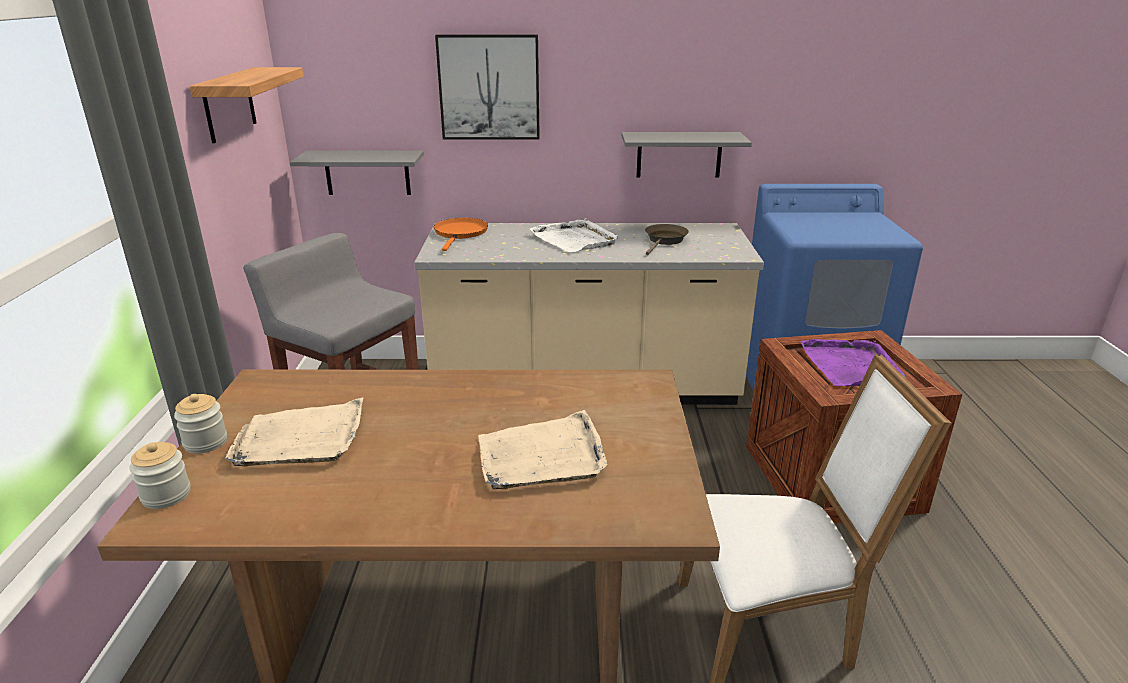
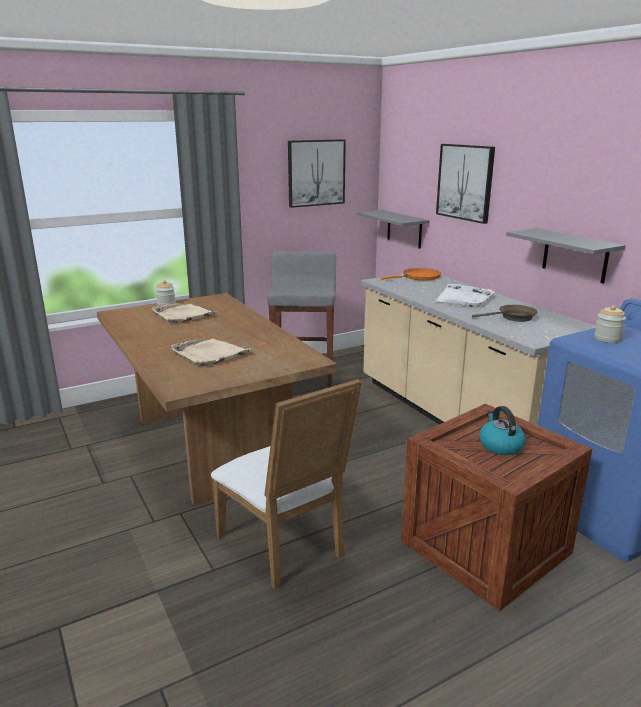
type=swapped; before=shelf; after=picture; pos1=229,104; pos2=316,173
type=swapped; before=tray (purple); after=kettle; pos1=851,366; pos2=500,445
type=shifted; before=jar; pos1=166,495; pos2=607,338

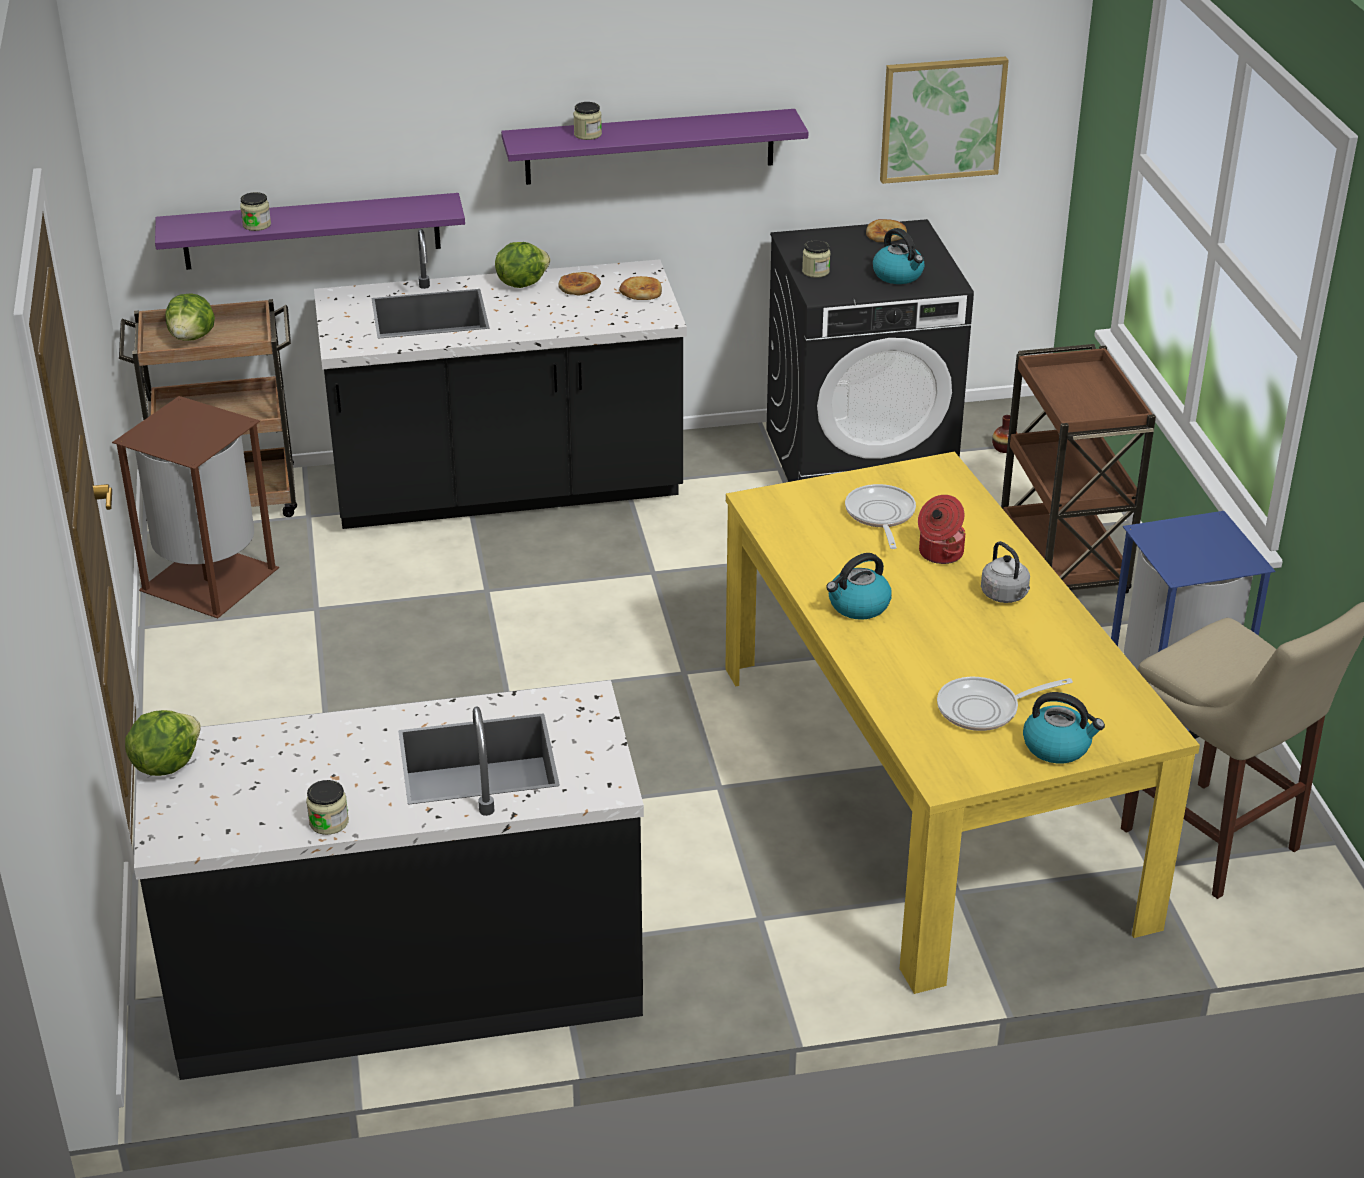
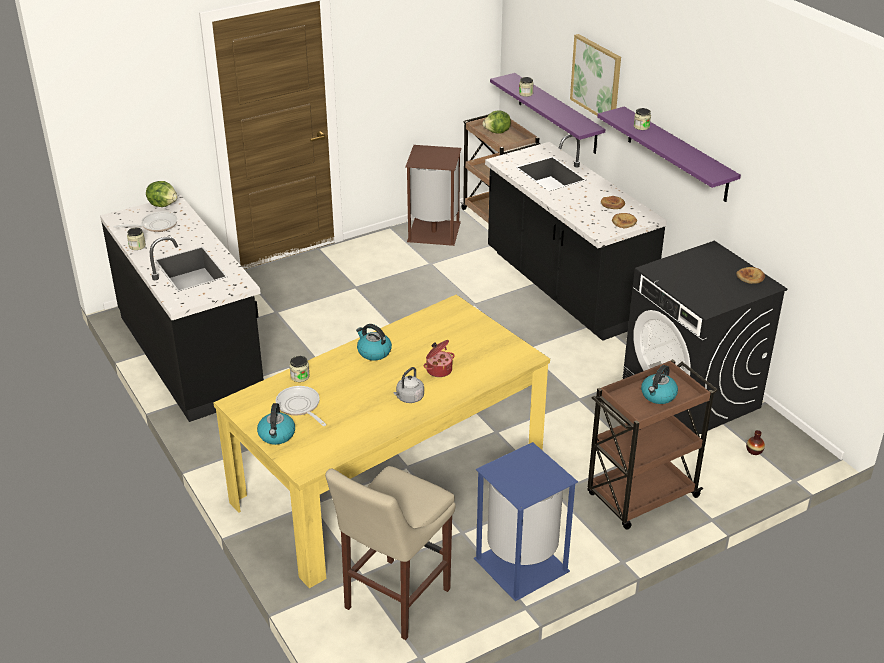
type=shifted; before=picture; pos1=942,118; pos2=596,78
type=shifted; before=kettle; pos1=898,275; pos2=658,396
type=shifted; before=jar; pos1=815,271; pos2=300,376
type=gone; before=lettuce; pos1=521,283
type=shifted; before=frying pan; pos1=880,516; pos2=156,225

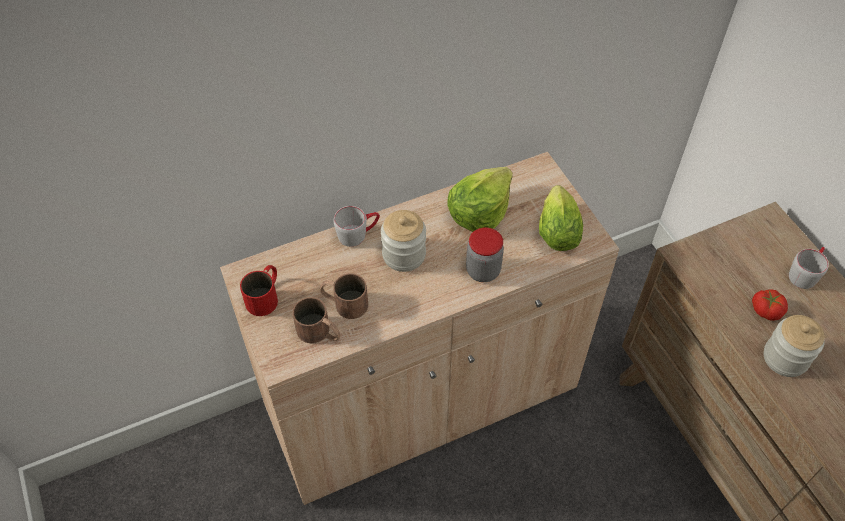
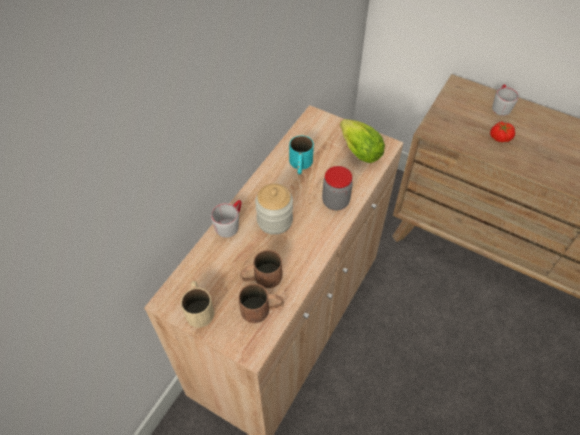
type=swapped; before=lettuce; after=mug (turquoise); pos1=479,212; pos2=300,165
type=repainted; before=mug (red); after=mug (beige); pos1=265,295; pos2=198,307
type=gone; before=jar; pos1=785,358

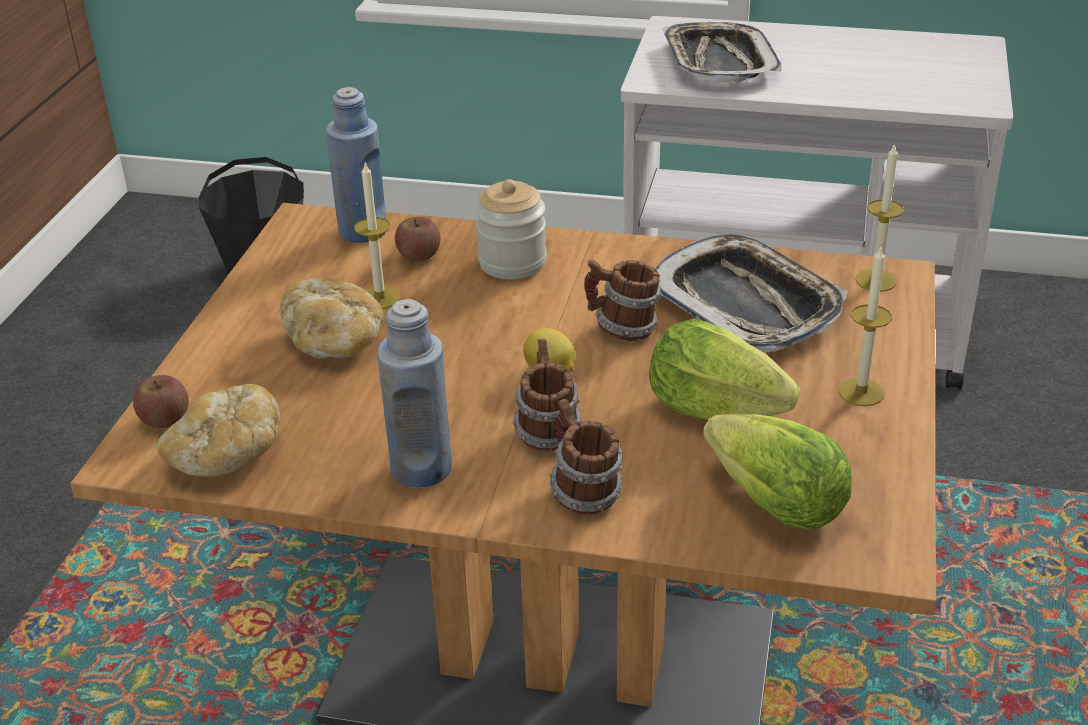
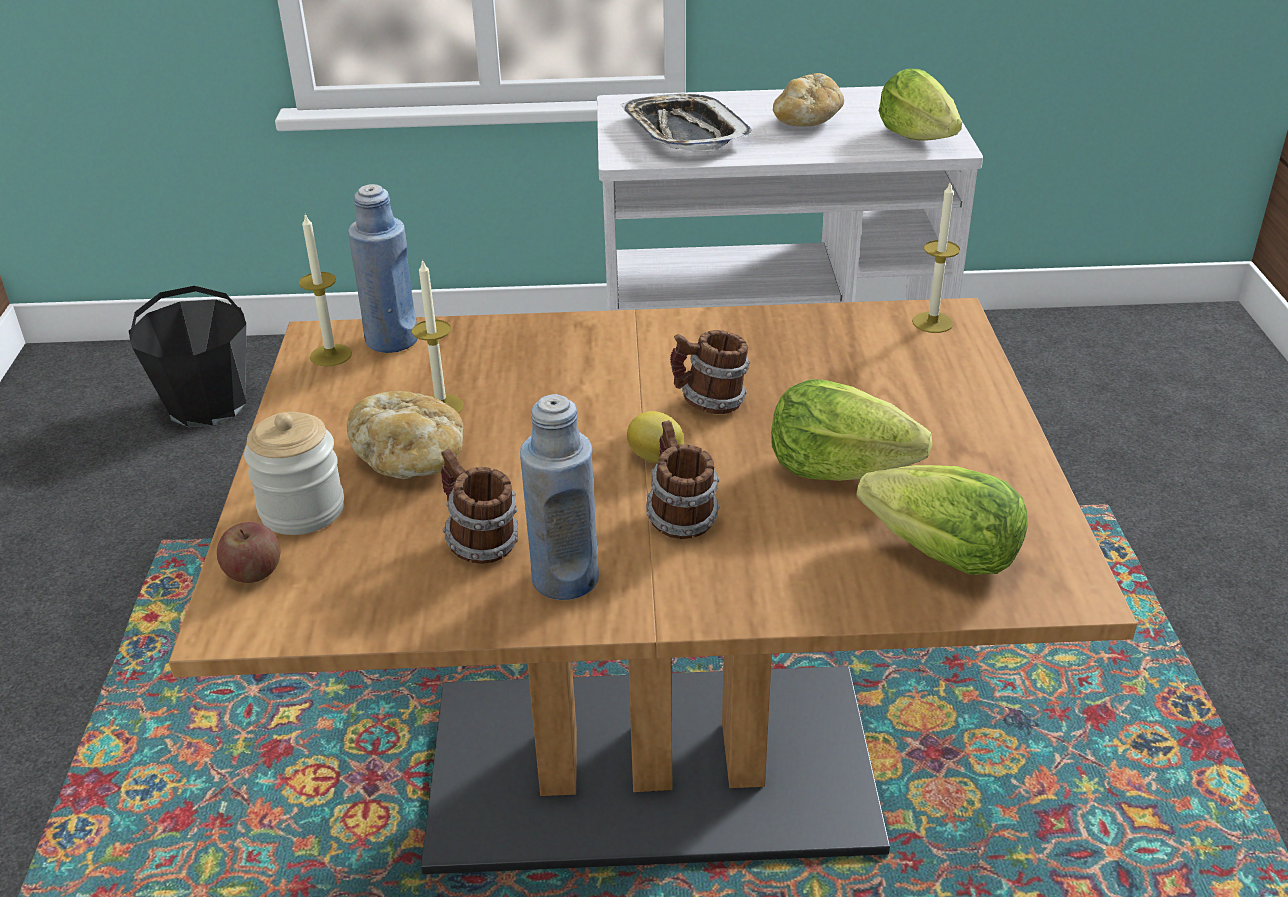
type=shifted; before=jar; pos1=512,263; pos2=302,510
type=gone; before=apple; pos1=419,255
type=gone; before=tray; pos1=746,304
type=shifted; before=candle; pos1=861,392; pos2=331,355
type=shifted; before=bread; pos1=226,457; pos2=807,121
type=shifted; before=mug; pos1=582,493; pos2=479,543
type=new; after=lettuce; pos2=917,137

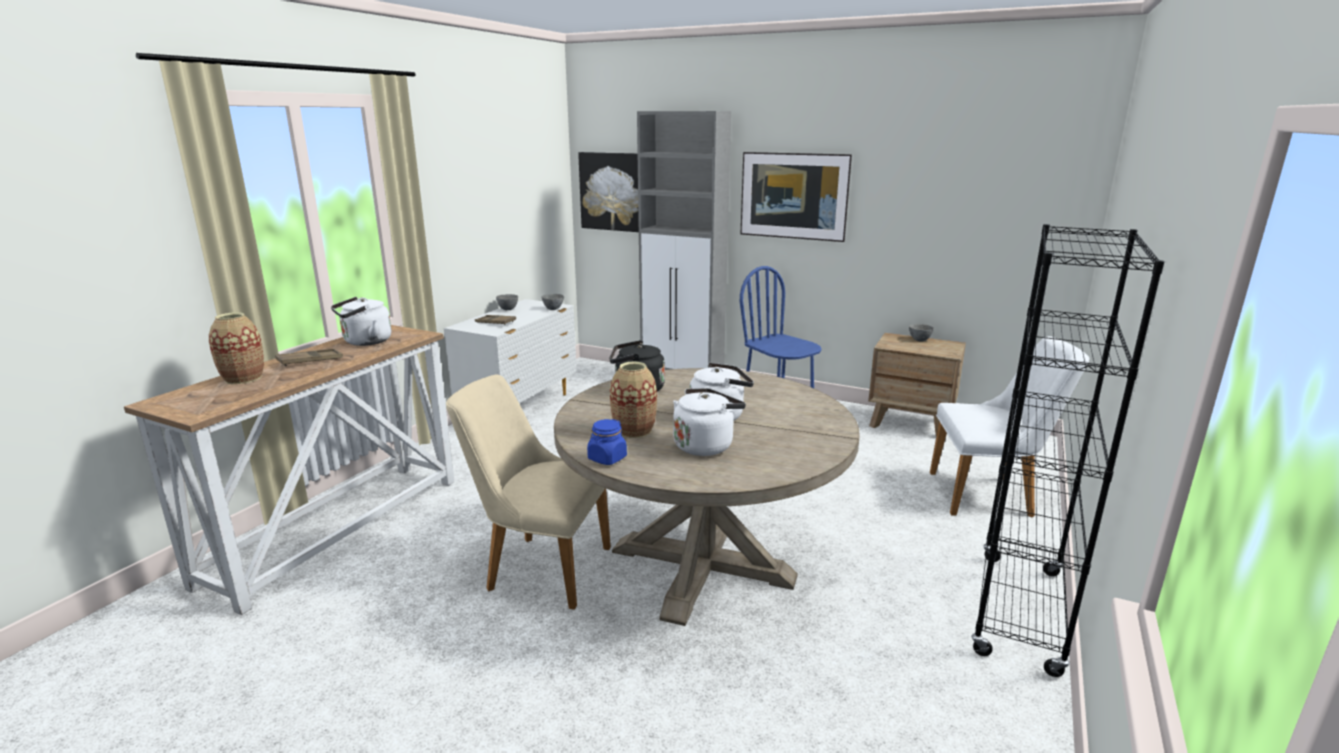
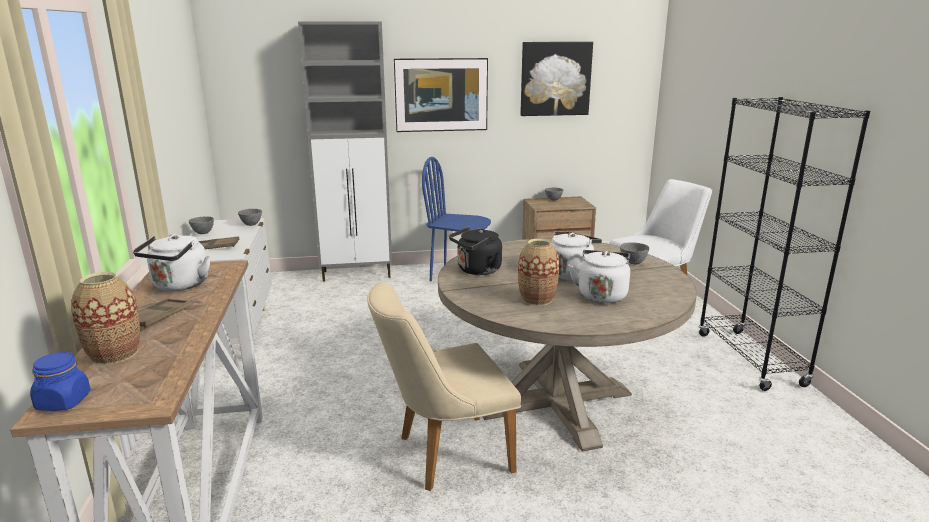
type=shifted; before=picture; pos1=614,191; pos2=555,79
type=shifted; before=jar (blue); pos1=607,458; pos2=63,402
type=new; after=bowl (grey); pos2=633,263

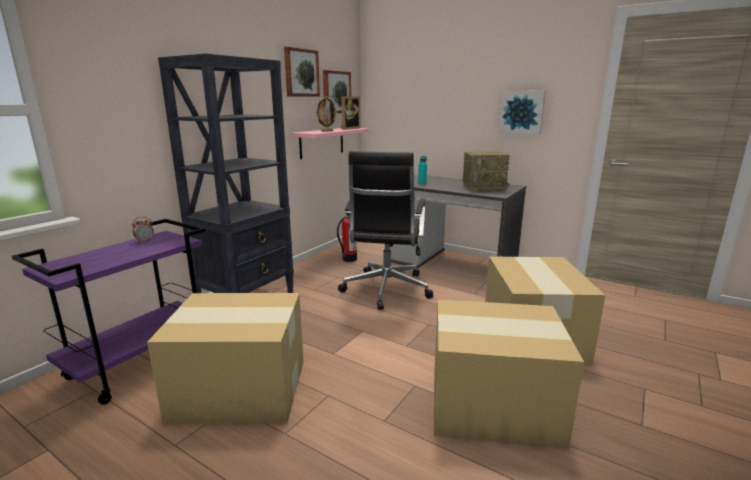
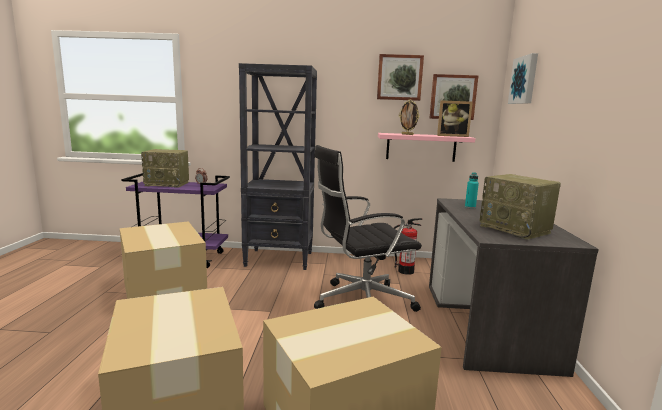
type=shifted; before=picture; pos1=522,112; pos2=524,80
type=new; after=radio; pos2=168,184

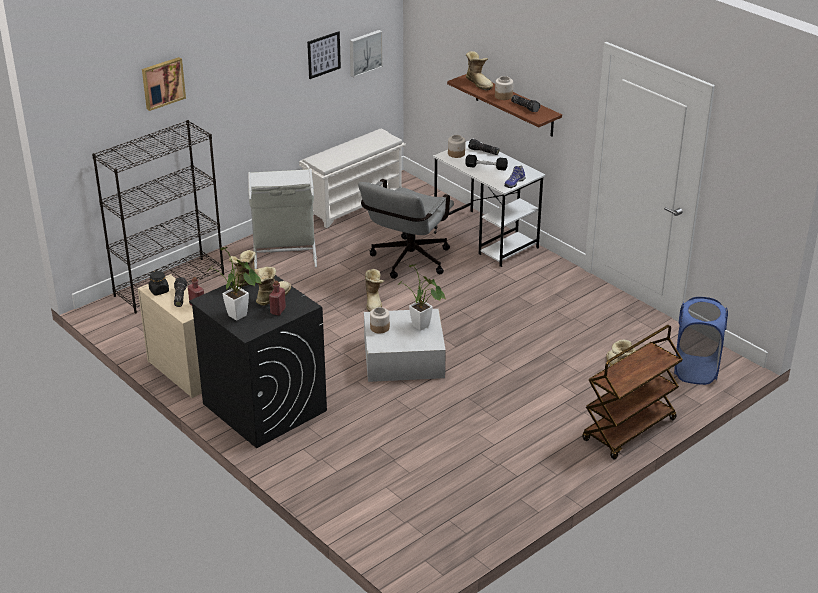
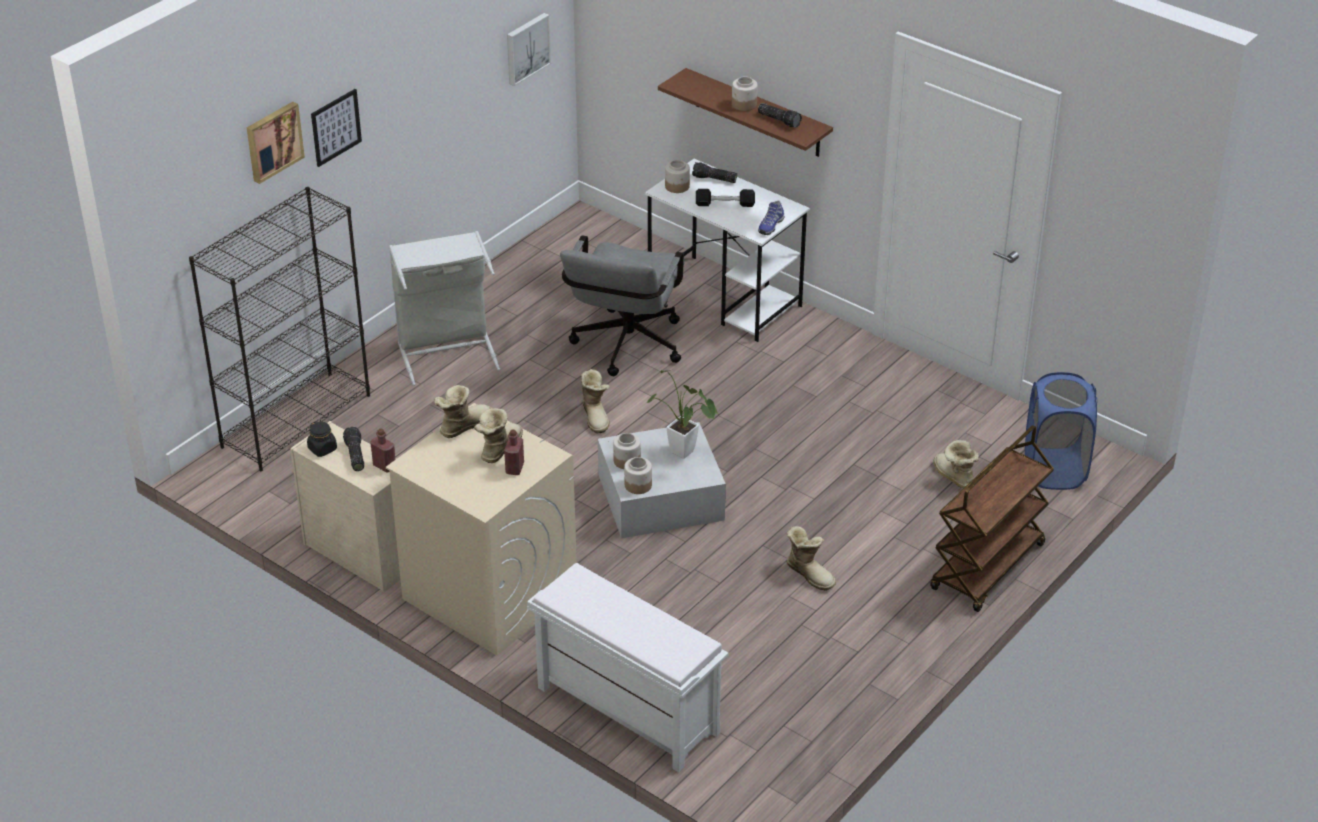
type=shifted; before=picture; pos1=323,55; pos2=335,127
type=shifted; before=boot; pos1=479,83; pos2=810,573
type=gone; before=shoe rack (white); pos1=354,204
type=gone; before=potted plant; pos1=240,317
type=repainted; before=washing machine (black); after=washing machine (beige); pos1=263,407; pos2=488,593
type=new; after=jar; pos2=638,485
type=new; after=bench (white); pos2=625,710

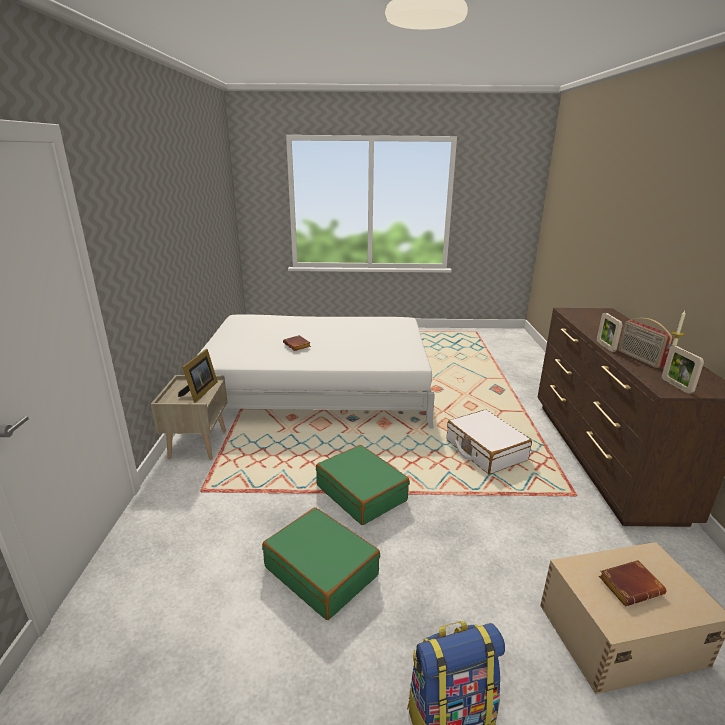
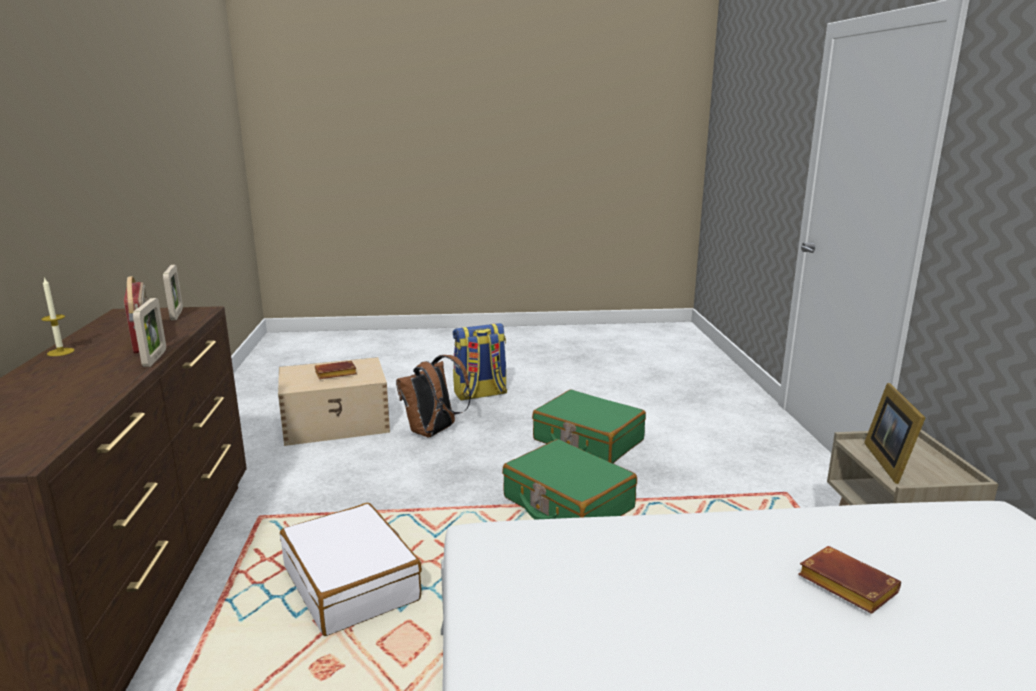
type=new; after=backpack (brown); pos2=433,432

